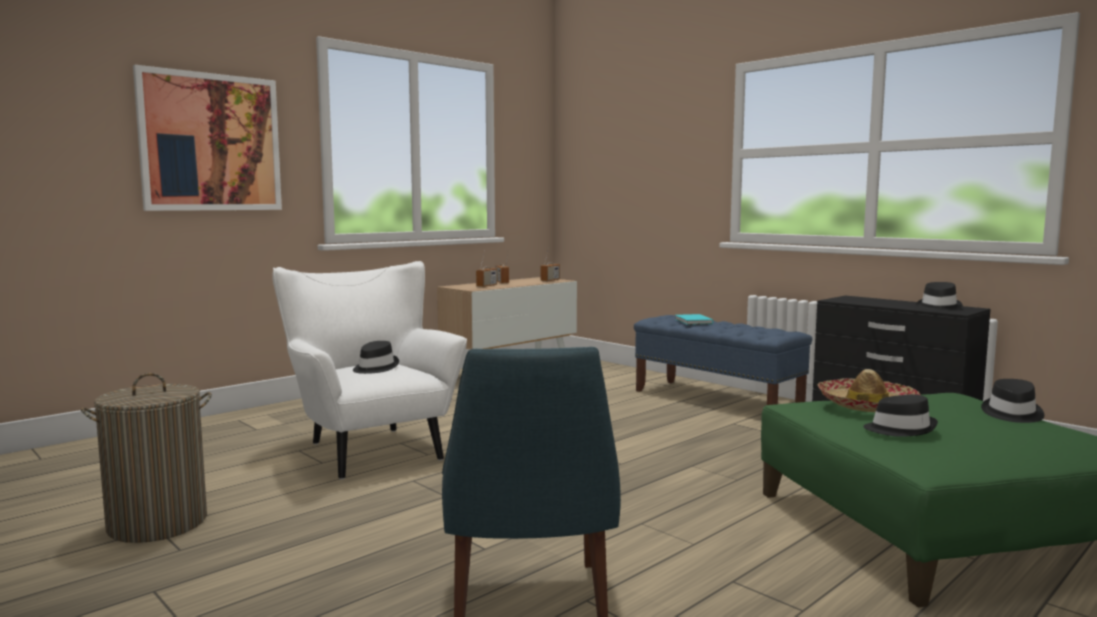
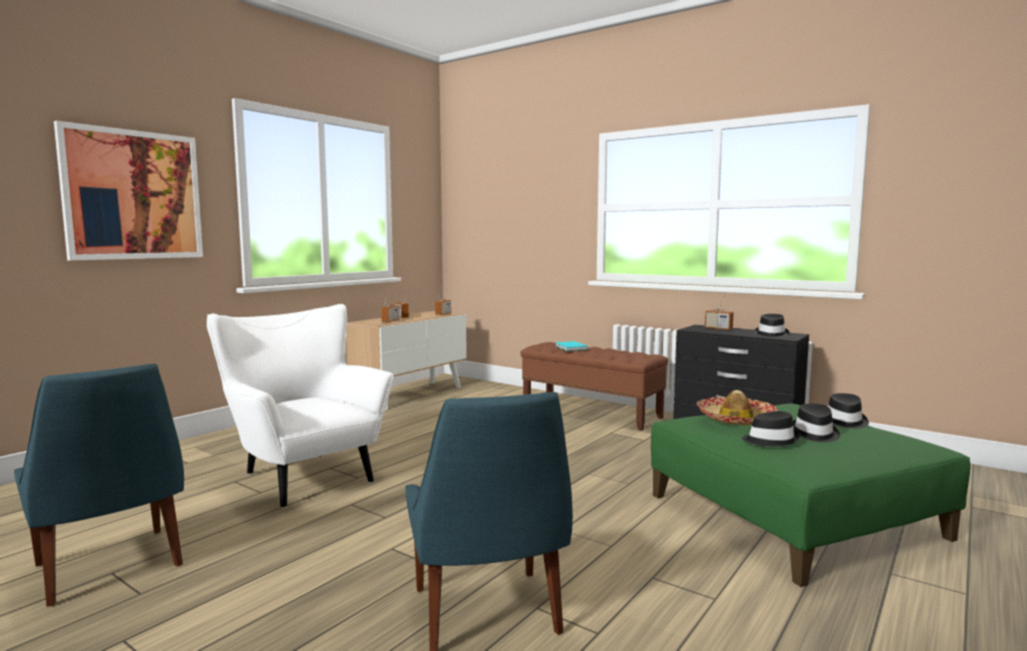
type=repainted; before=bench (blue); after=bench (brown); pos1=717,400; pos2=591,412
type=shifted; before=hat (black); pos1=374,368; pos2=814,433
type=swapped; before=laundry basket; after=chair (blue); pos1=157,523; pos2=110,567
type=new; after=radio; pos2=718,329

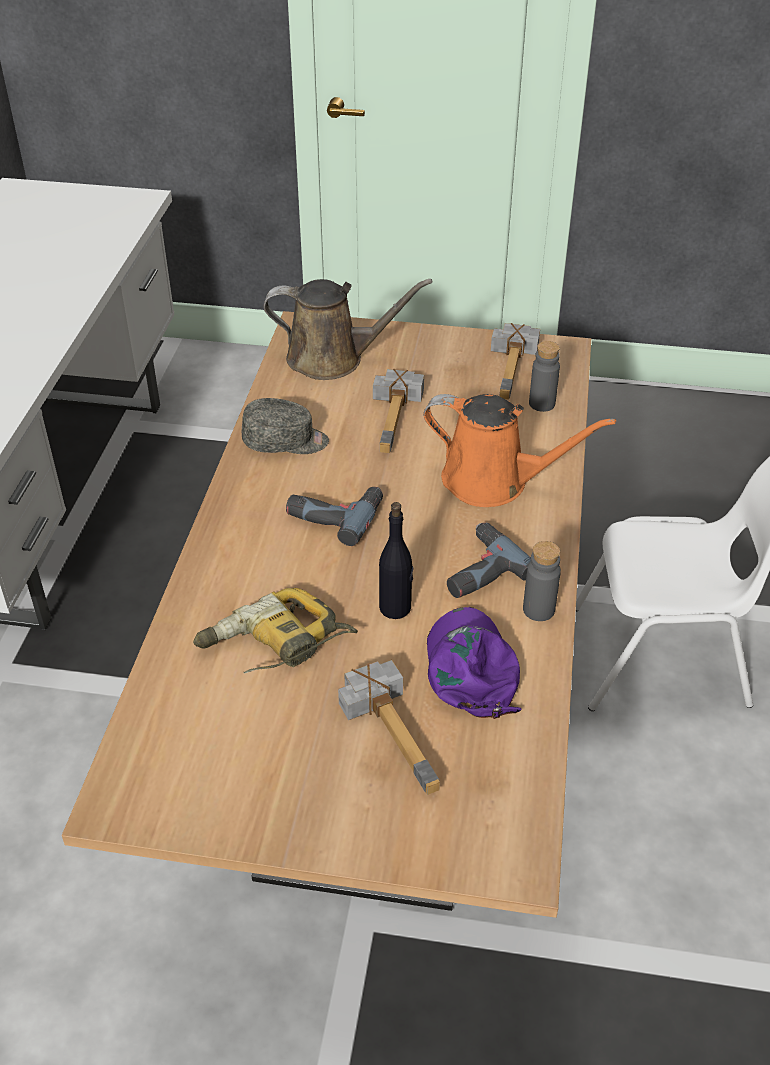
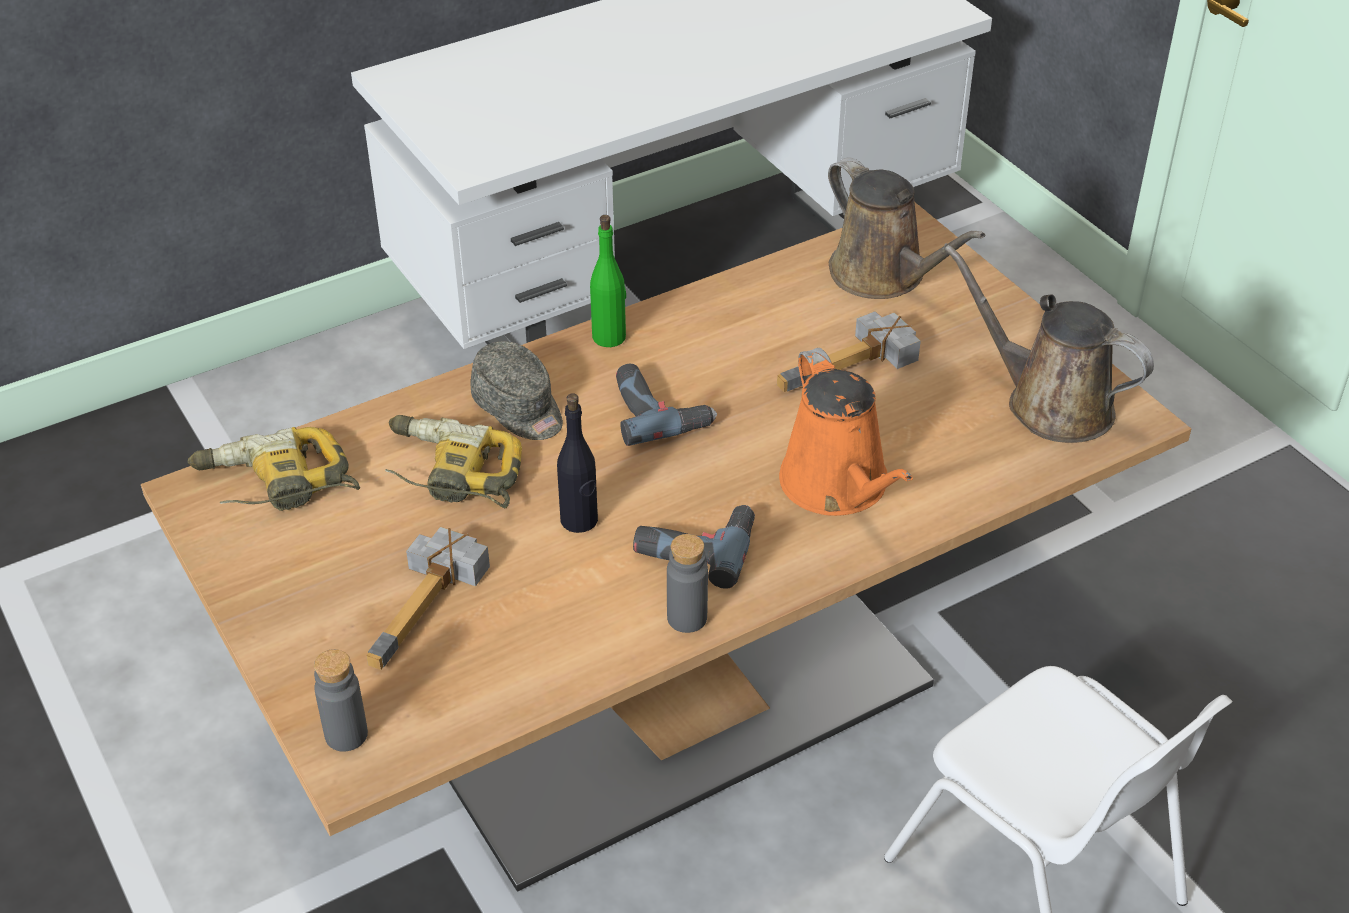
type=swapped; before=hammer; after=watering can (brown); pos1=517,369; pos2=1049,403
type=shifted; before=bottle (grey); pos1=542,404; pos2=346,735
type=shifted; before=cap (grey); pos1=285,442; pos2=519,408
type=gone; before=cap (purple); pos1=471,668
type=new; after=bottle (green); pos2=609,337
type=new; after=power drill; pos2=275,485

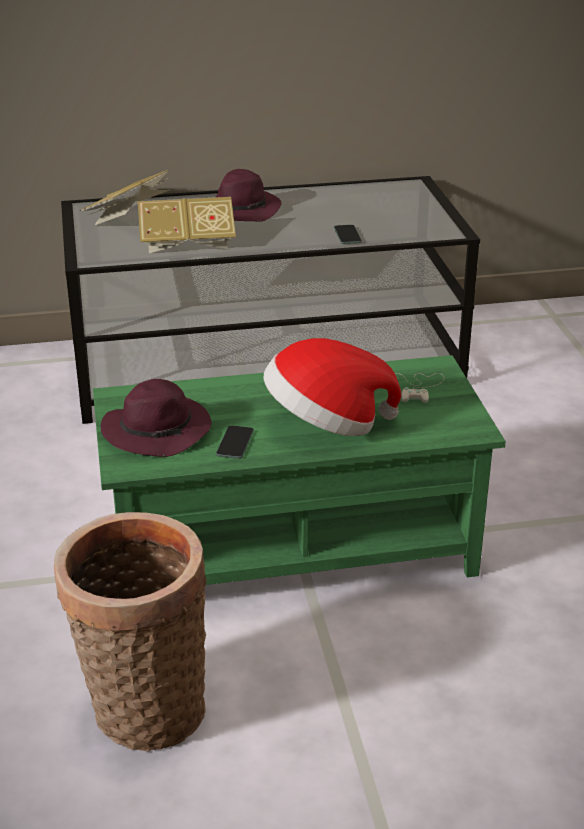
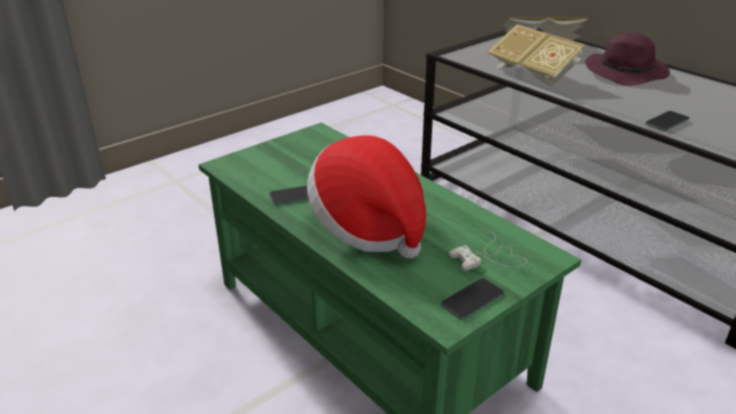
type=gone; before=hat (purple); pos1=158,430
type=gone; before=basket; pos1=142,708
type=new; after=phone; pos2=472,299

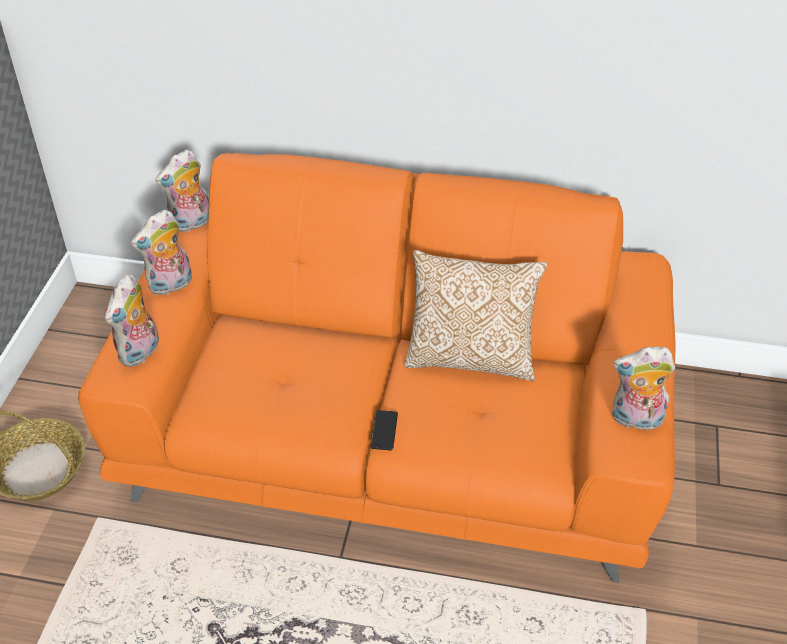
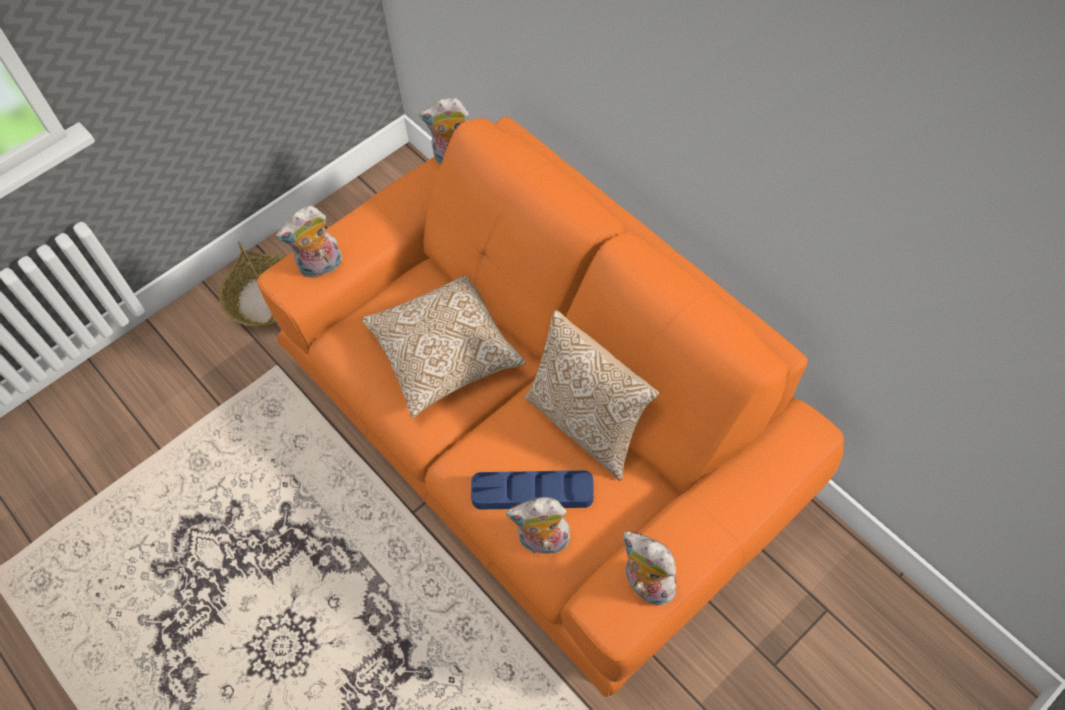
type=shifted; before=plush toy; pos1=170,285; pos2=542,542
type=gone; before=phone; pos1=384,430
type=new; after=pillow; pos2=445,354
type=new; after=tray (blue); pos2=532,493

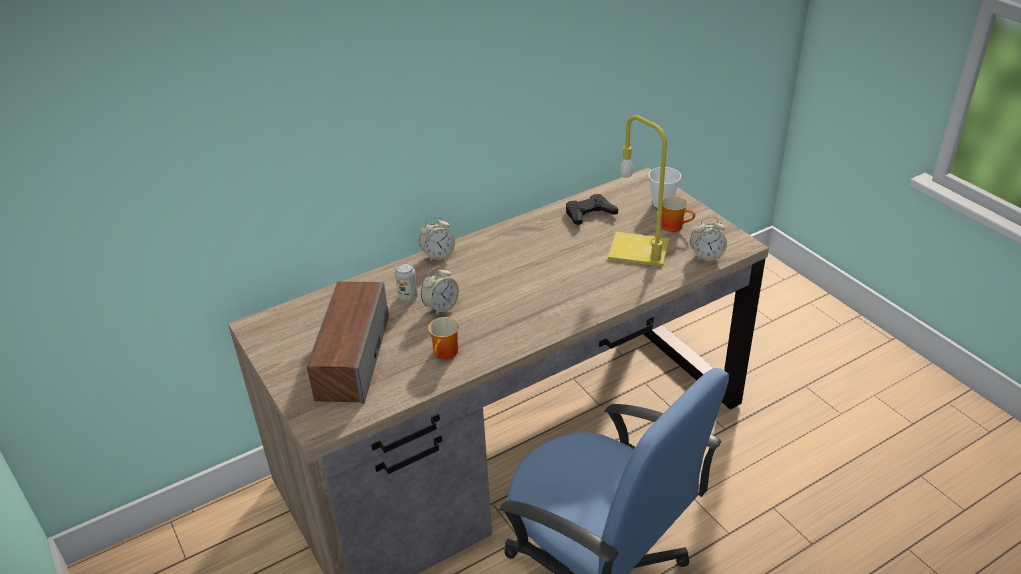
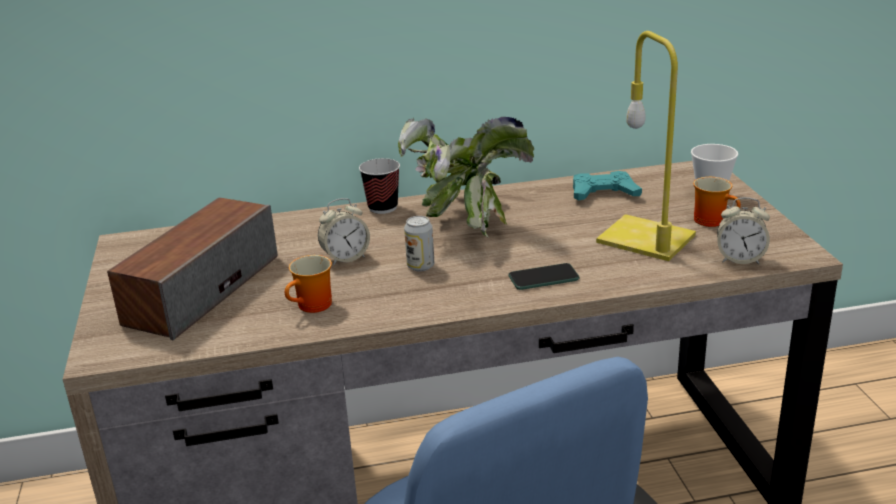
type=repainted; before=game controller (black); after=game controller (turquoise); pos1=589,214; pos2=603,193
type=swapped; before=alarm clock; after=cup; pos1=438,255; pos2=383,207
type=shifted; before=can; pos1=408,297; pos2=420,266
type=new; after=potted plant; pos2=465,223
type=new; after=phone; pos2=543,278

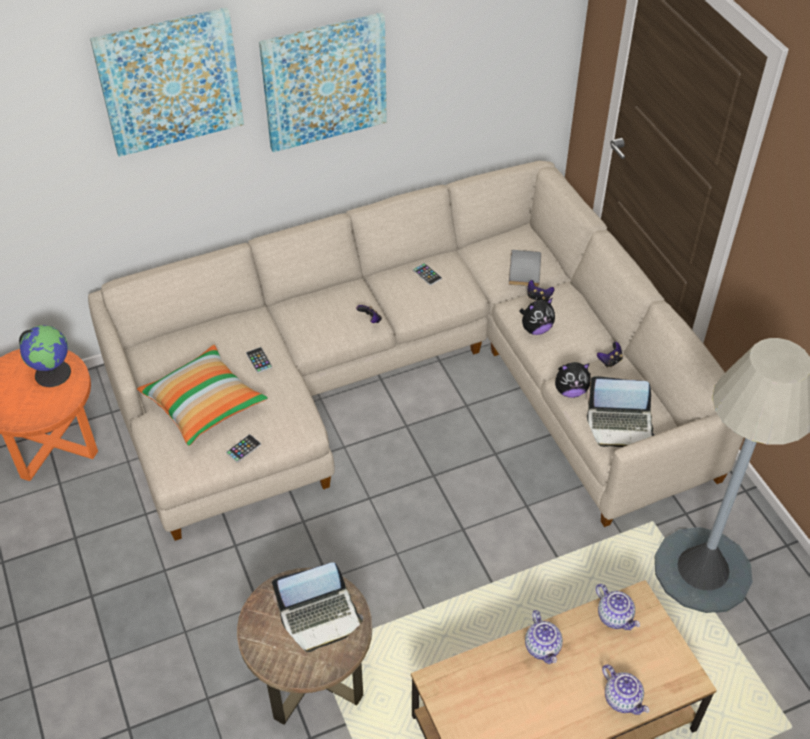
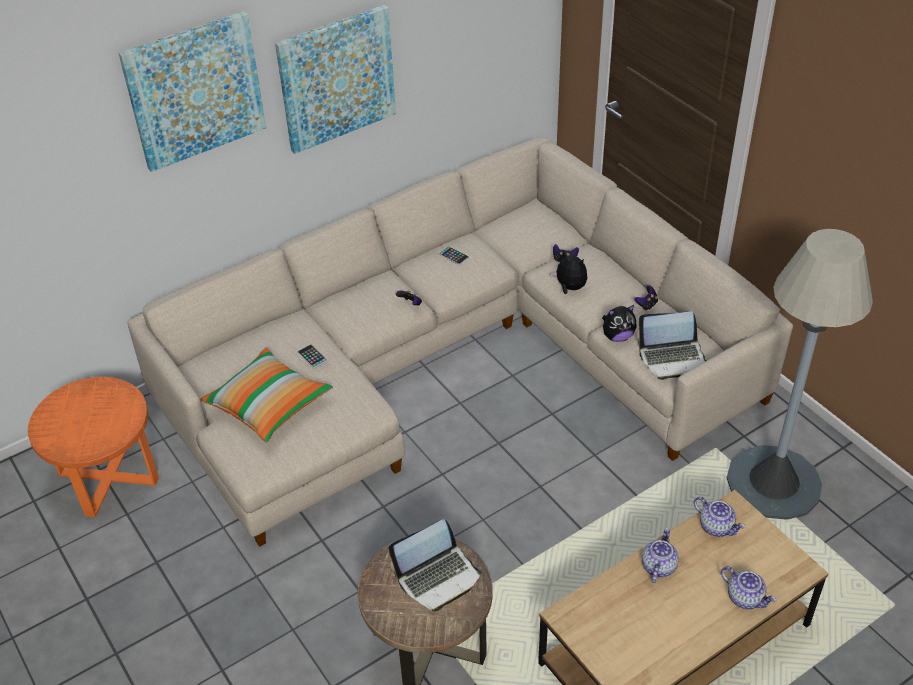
type=gone; before=book (grey); pos1=526,270
type=rotated; before=plush toy; pos1=536,329; pos2=569,288; turn=-105
type=gone; before=globe; pos1=53,373
type=gone; before=phone; pos1=243,448
type=rotated; before=teapot; pos1=543,647; pos2=658,566; turn=-135

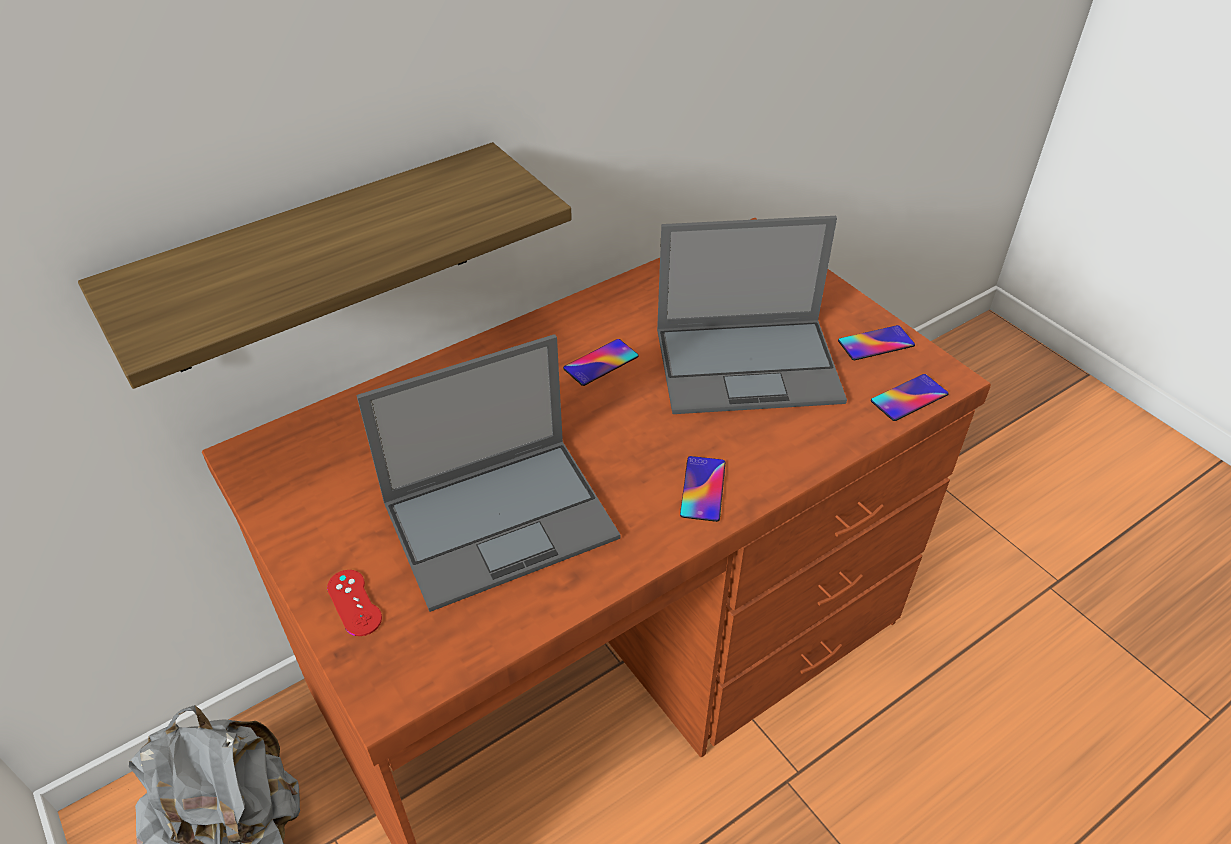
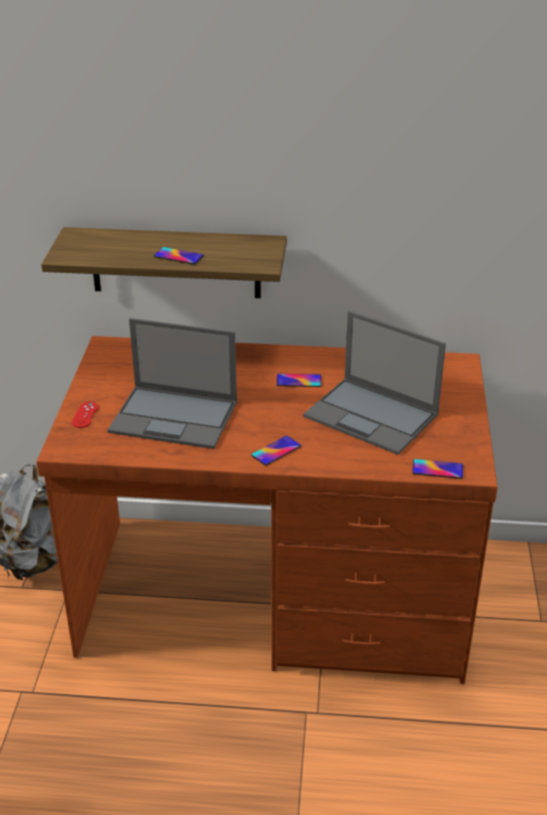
type=shifted; before=phone; pos1=876,343; pos2=178,256

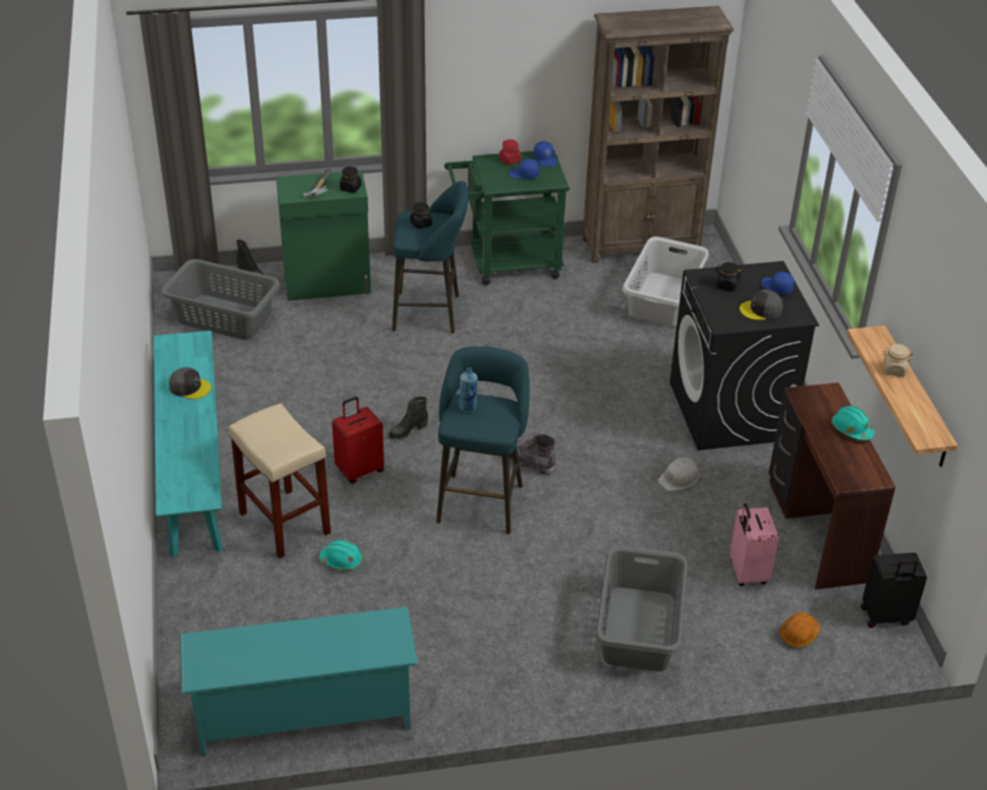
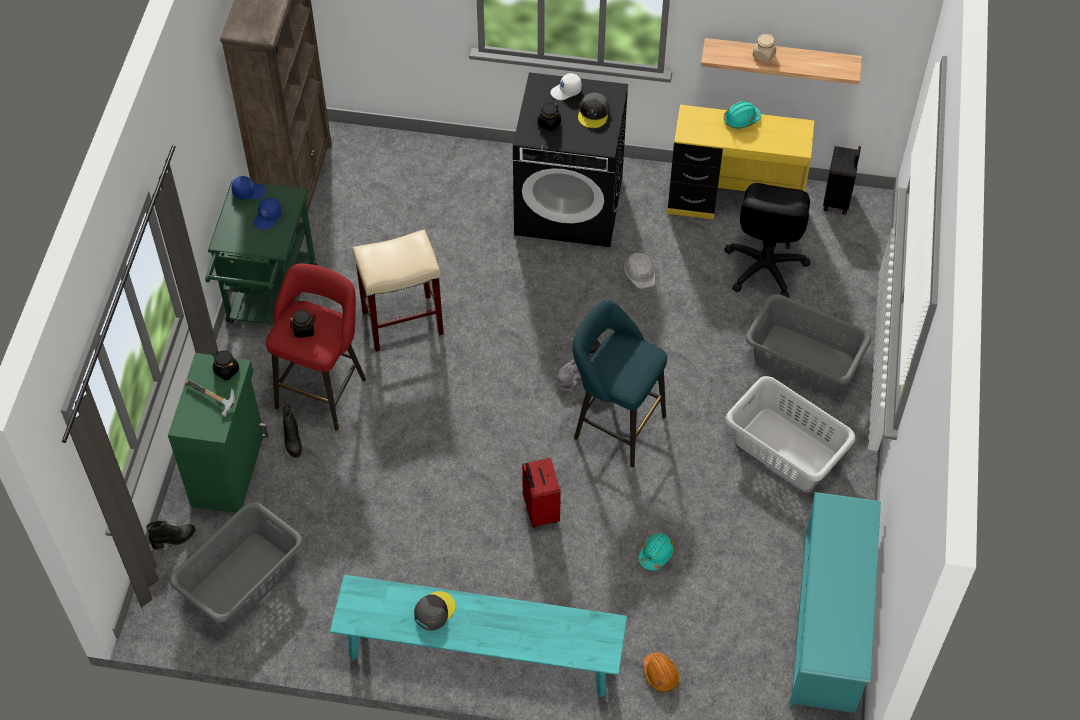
type=gone; before=jar (red); pos1=509,160
type=repainted; before=stool (turquoise); after=stool (red); pos1=431,313; pos2=323,389
type=shifted; before=laundry basket (grey); pos1=663,299; pos2=785,448
type=repainted; before=cap (blue); after=cap (white); pos1=776,287; pos2=566,91
type=gone; before=bottle (blue); pos1=468,407
type=repainted; before=desk (brown); after=desk (yellow); pos1=815,531; pos2=734,206
type=shifted; before=boot (black); pos1=408,431; pos2=292,441
type=shifted; before=stool (beige); pos1=286,523; pos2=403,321
type=swapped; before=suitcase (pink); after=office chair (black); pos1=746,572; pos2=764,267
type=shifted; before=hard hat (orange); pos1=799,635; pos2=660,674

